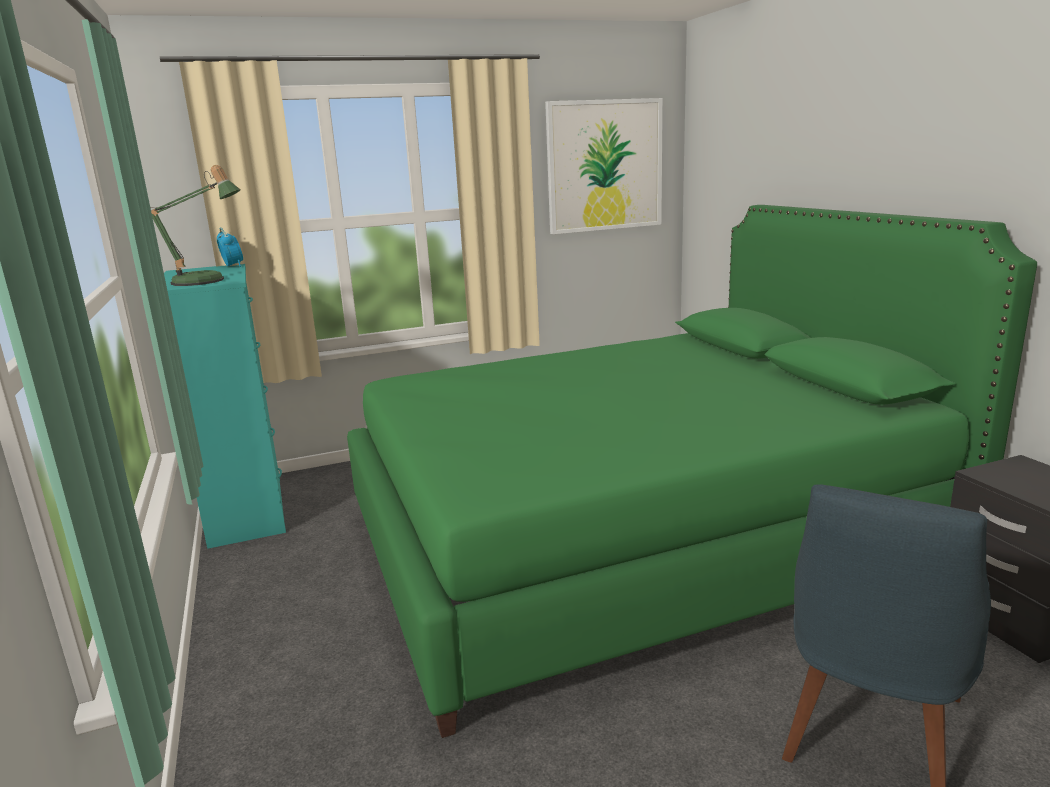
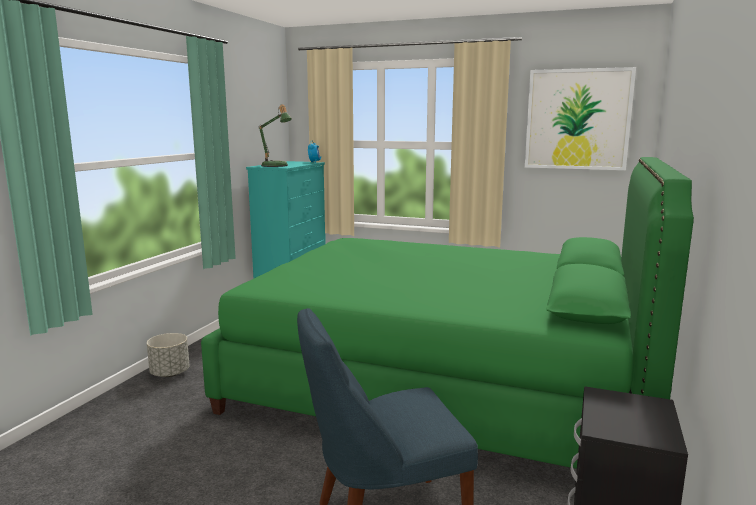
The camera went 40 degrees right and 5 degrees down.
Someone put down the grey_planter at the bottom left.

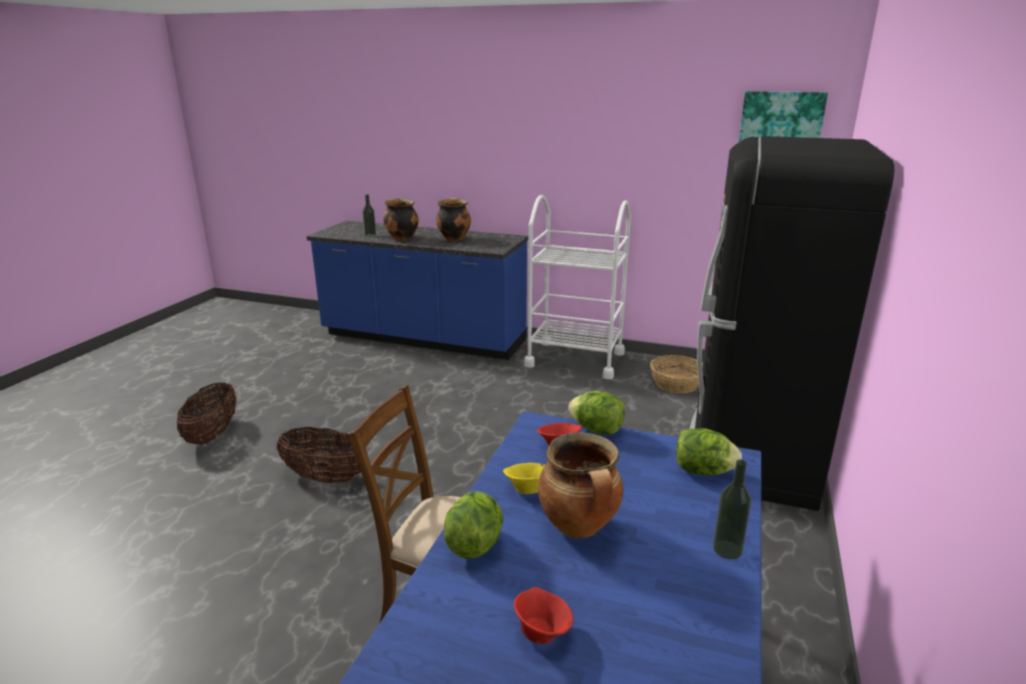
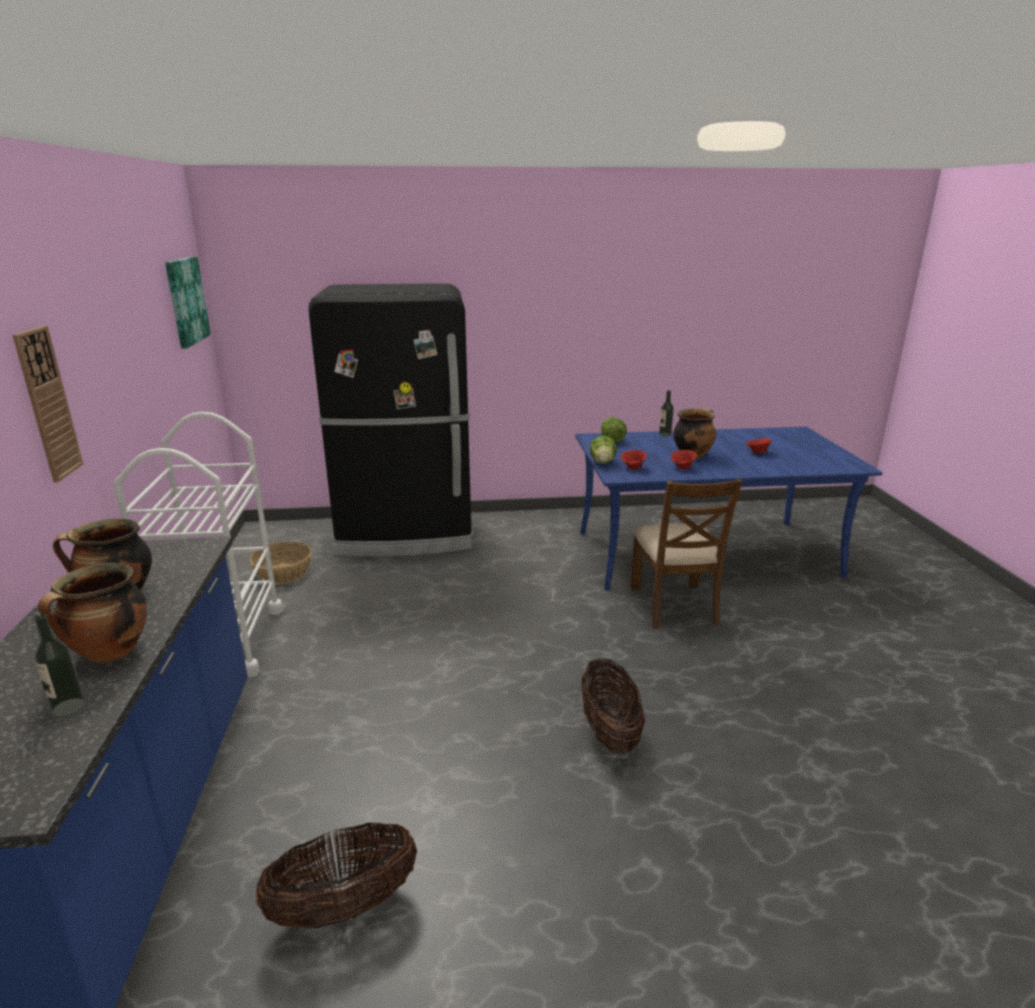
The camera went 115 degrees left and 0 degrees up.
Someone took away the lettuce (no. 1 from left) at the bottom centre.
Someone put up the wall_clock at the middle left.
Someone carried the basket (no. 1 from left in the first image) from the middle left to the bottom left.
Someone repainted the yellow_bowl at the bottom centre, which became the red_bowl (no. 2 from left) at the centre.

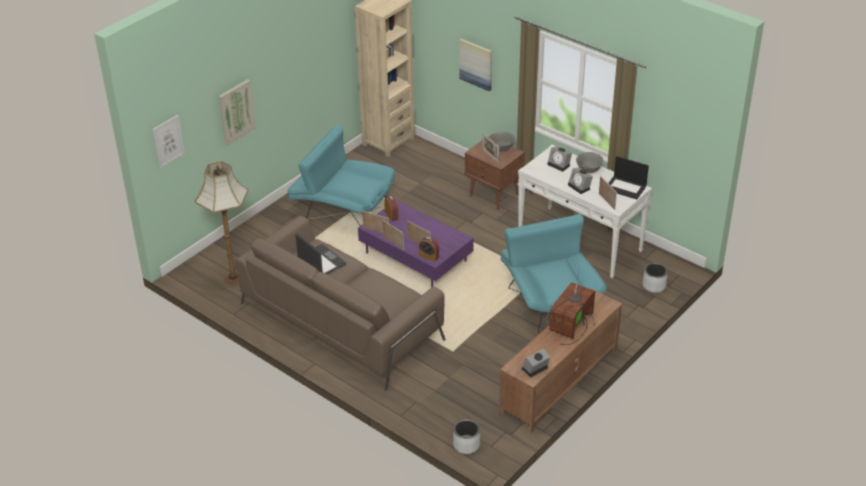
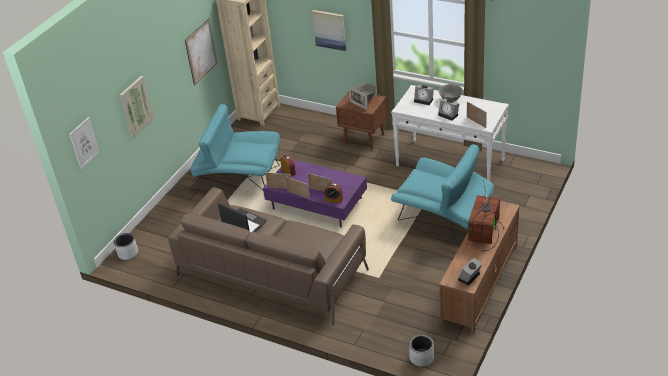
The camera went 10 degrees left and 0 degrees up.
Someone took away the floor_lamp at the middle left.
Someone took away the laptop (no. 2 from left) at the middle right.
Someone put up the picture (no. 3 from left) at the top left.
Someone carried the grey_planter (no. 2 from left in the first image) from the middle right to the middle left.
Someone rotated the turquoise_armchair (no. 2 from left) at the centre by 150 degrees clockwise.

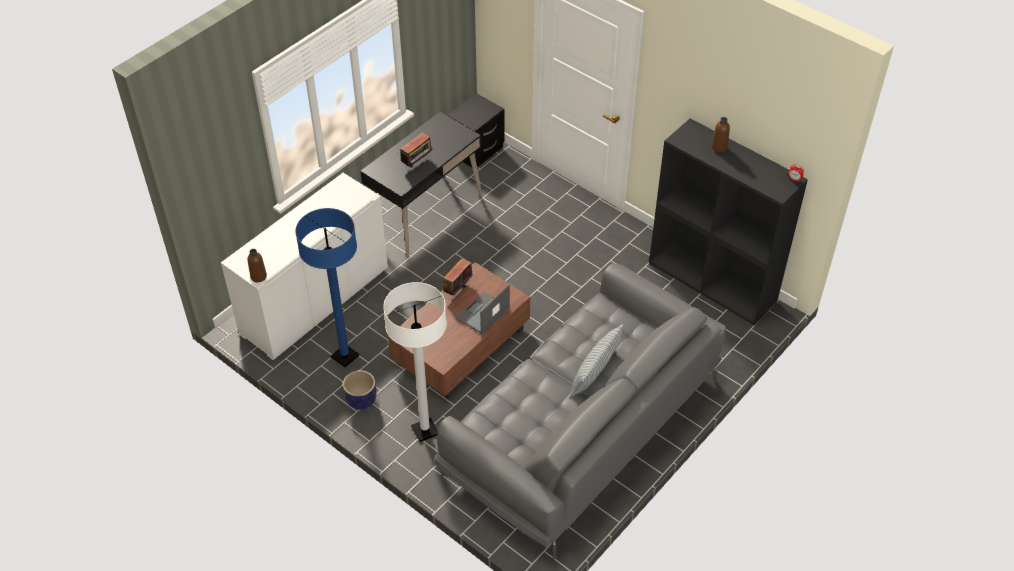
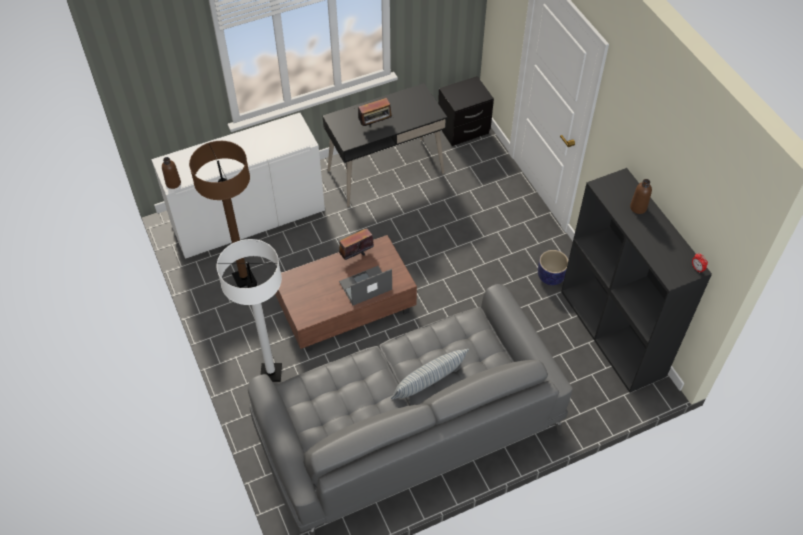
The camera went 25 degrees right and 5 degrees up.
Someone carried the planter from the bottom centre to the middle right.
Someone repainted the blue_floor_lamp at the middle left, which became the brown_floor_lamp at the middle left.

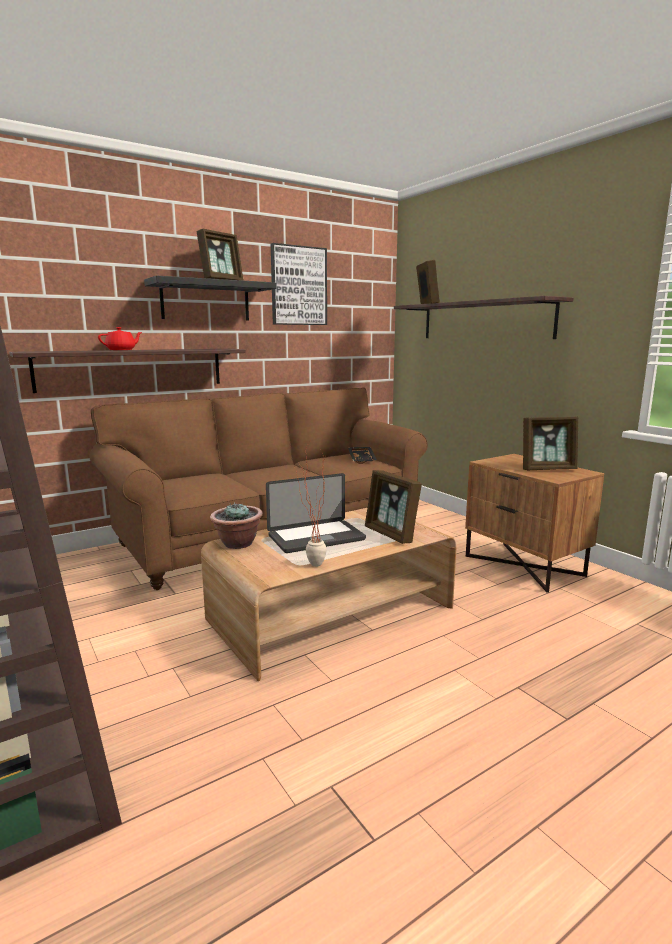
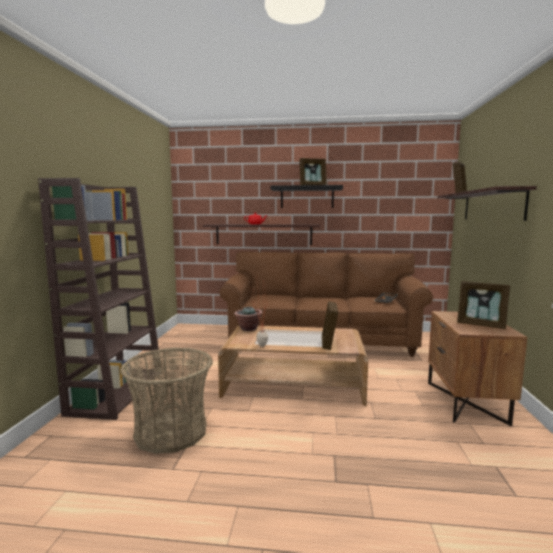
The camera went 40 degrees right and 5 degrees down.
Someone took away the laptop at the centre.
Someone took away the picture at the top centre.
Someone put down the basket at the bottom left.

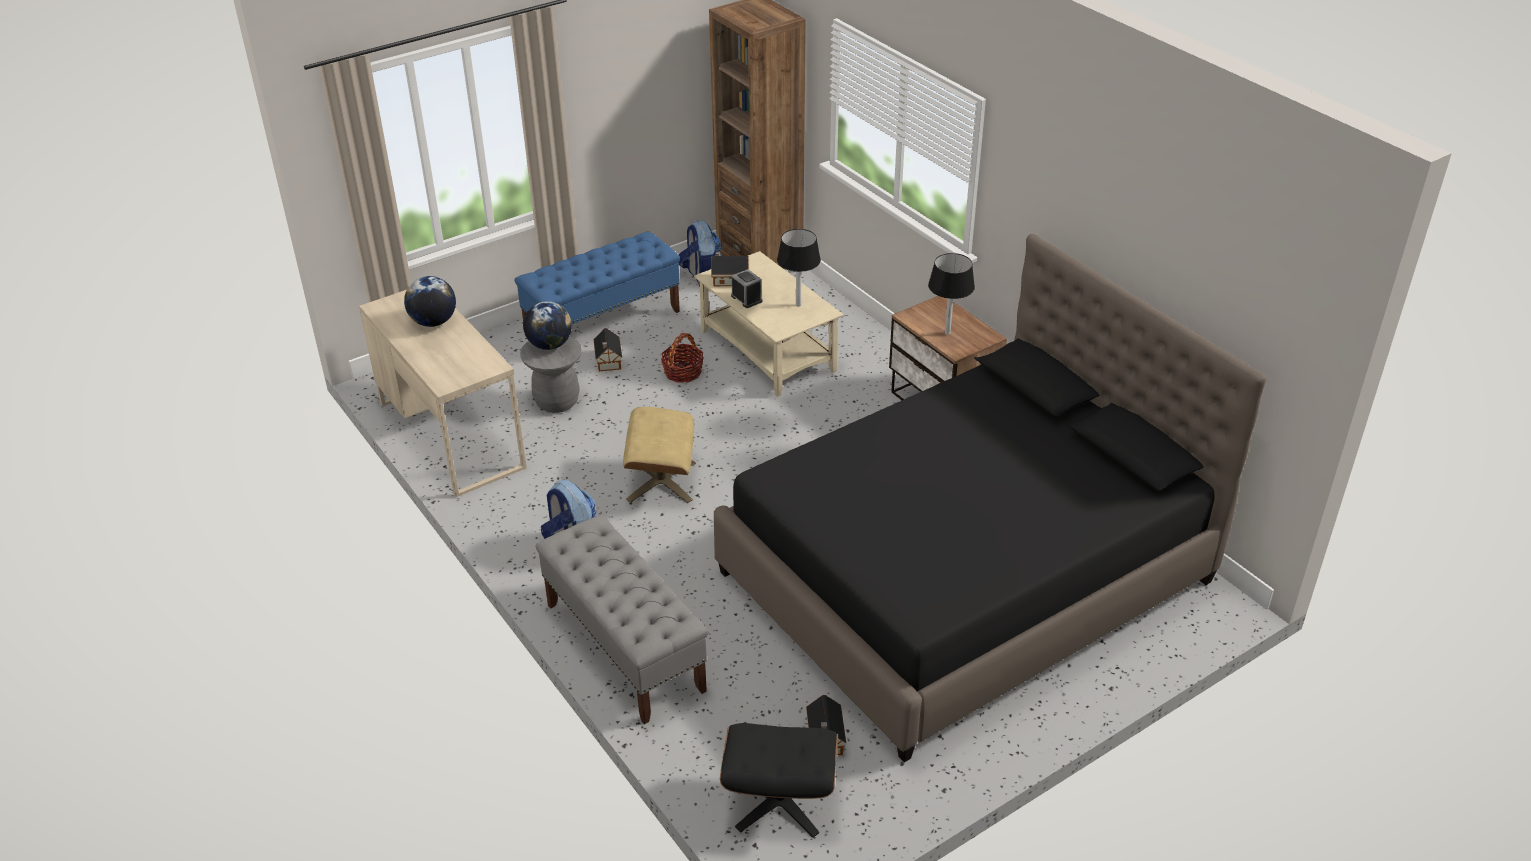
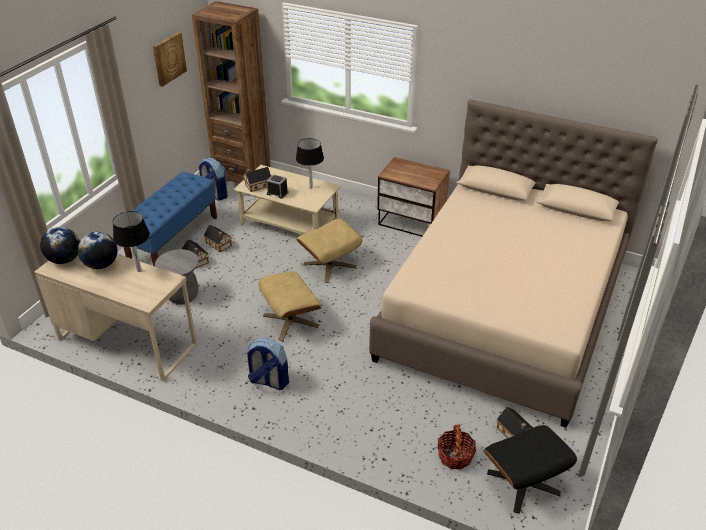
The camera went 30 degrees left and 0 degrees up.
Someone took away the grey_bench at the bottom centre.
Someone put up the picture at the top left.
Someone put down the toy_house (no. 2 from left) at the middle left.
Someone put down the beige_ottoman (no. 2 from left) at the centre.
Someone carried the globe (no. 2 from left in the first image) from the centre to the middle left.
Someone carried the basket from the centre to the bottom centre.
Someone carried the black_table_lamp (no. 2 from left in the first image) from the centre to the middle left.
Someone repainted the black_bed at the centre, which became the beige_bed at the middle right.

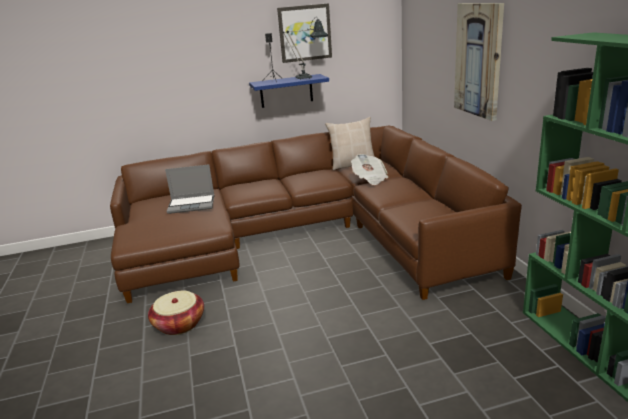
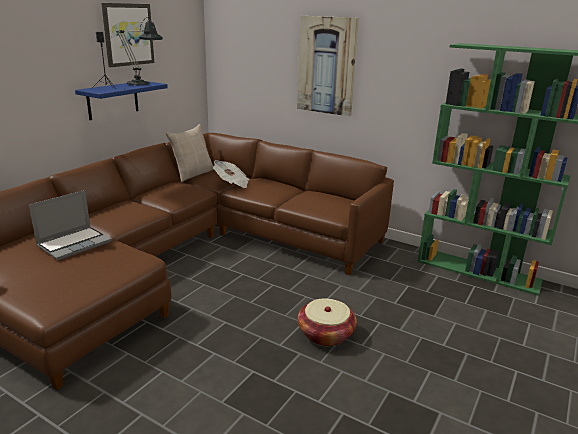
The camera went 45 degrees left and 0 degrees up.
Someone carried the basket from the bottom left to the bottom centre.

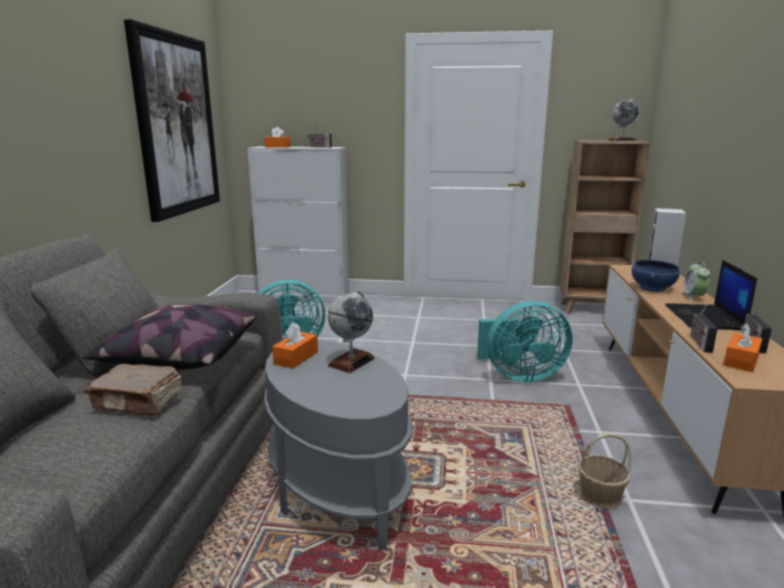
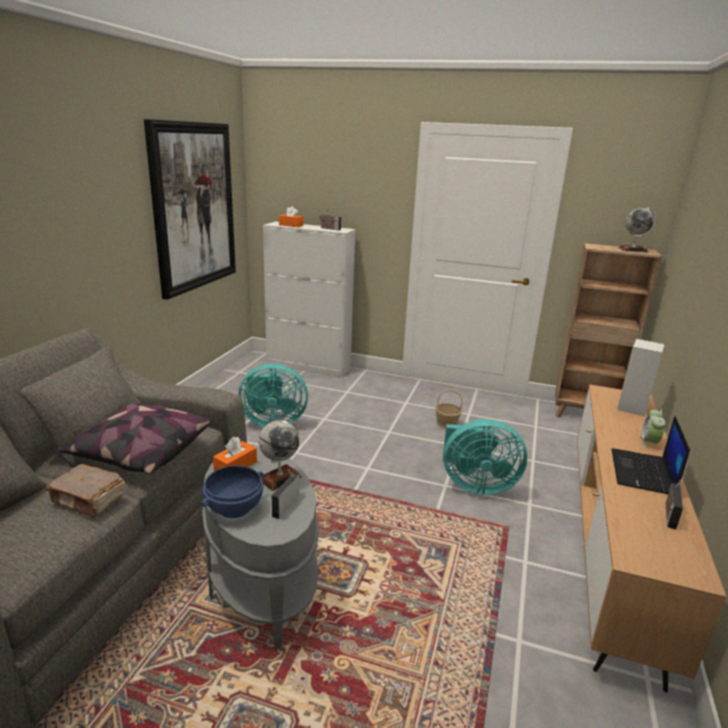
The camera went 10 degrees right and 5 degrees up.
Someone took away the orange_tissue_box (no. 3 from left) at the middle right.
Someone carried the basket from the bottom right to the centre.
Someone carried the blue_bowl from the middle right to the bottom left.
Someone carried the radio (no. 2 from left in the first image) from the middle right to the bottom centre.

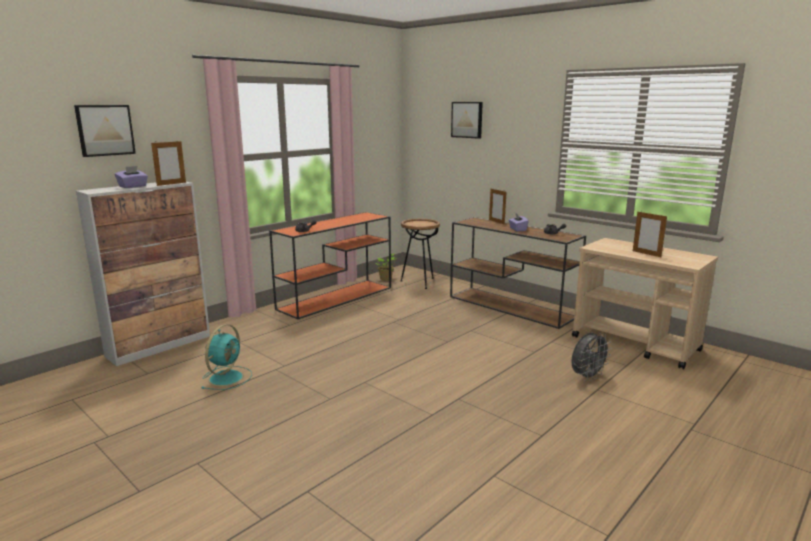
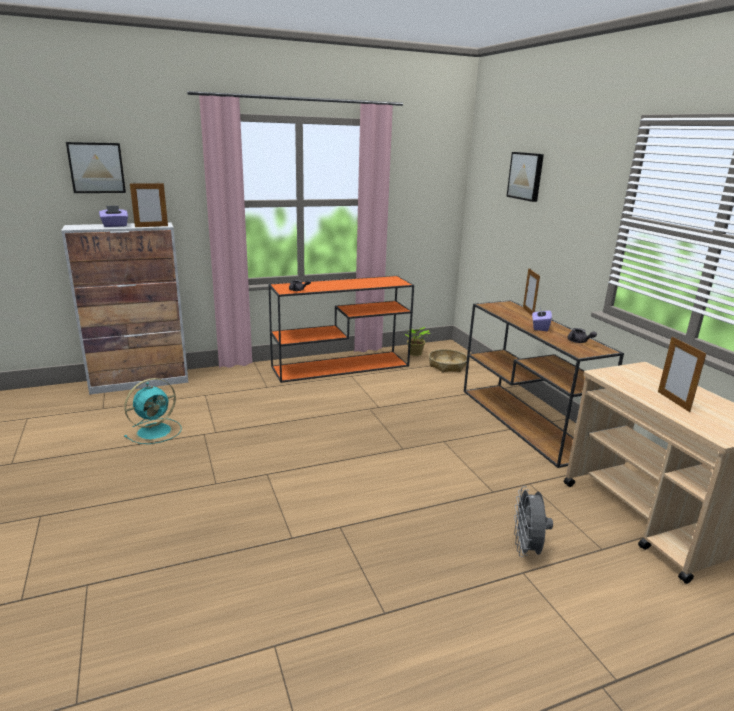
The camera went 25 degrees right and 5 degrees up.
Someone swapped the brown_side_table at the centre for the basket at the centre.
Someone rotated the grey_fan at the middle right by 105 degrees clockwise.

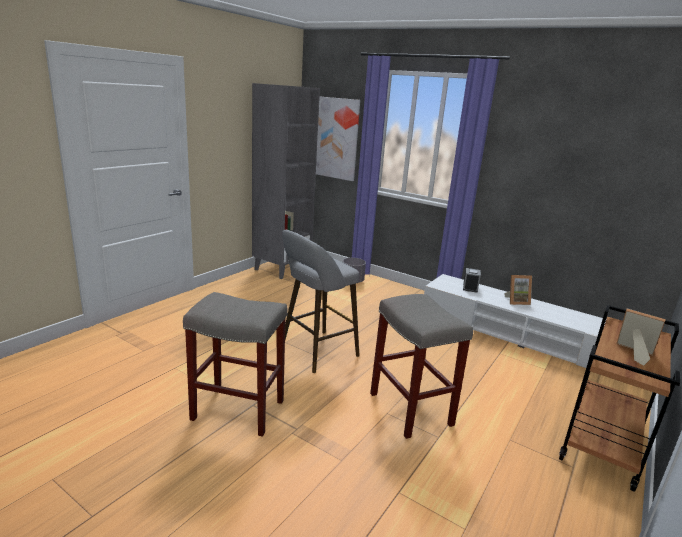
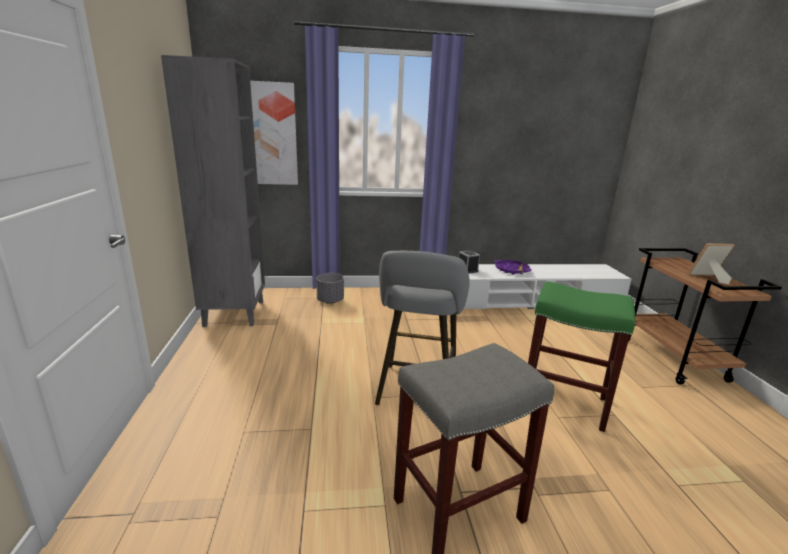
The camera went 40 degrees left and 0 degrees up.
Someone swapped the picture_frame (no. 1 from left) at the middle right for the purple_tray at the centre.
Someone repainted the grey_stool (no. 3 from left) at the bottom centre, which became the green_stool at the middle right.

